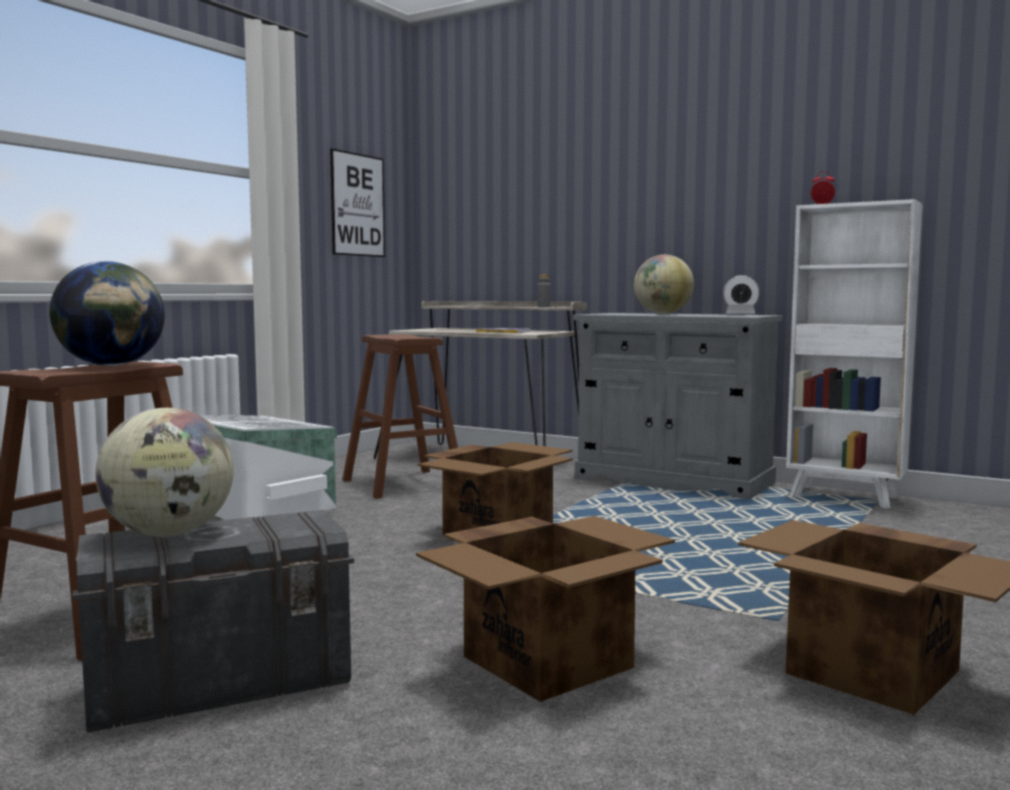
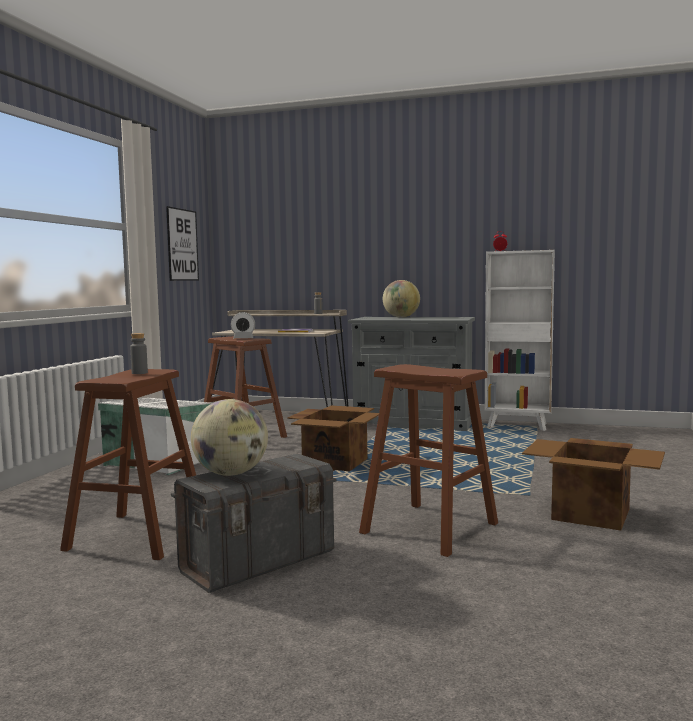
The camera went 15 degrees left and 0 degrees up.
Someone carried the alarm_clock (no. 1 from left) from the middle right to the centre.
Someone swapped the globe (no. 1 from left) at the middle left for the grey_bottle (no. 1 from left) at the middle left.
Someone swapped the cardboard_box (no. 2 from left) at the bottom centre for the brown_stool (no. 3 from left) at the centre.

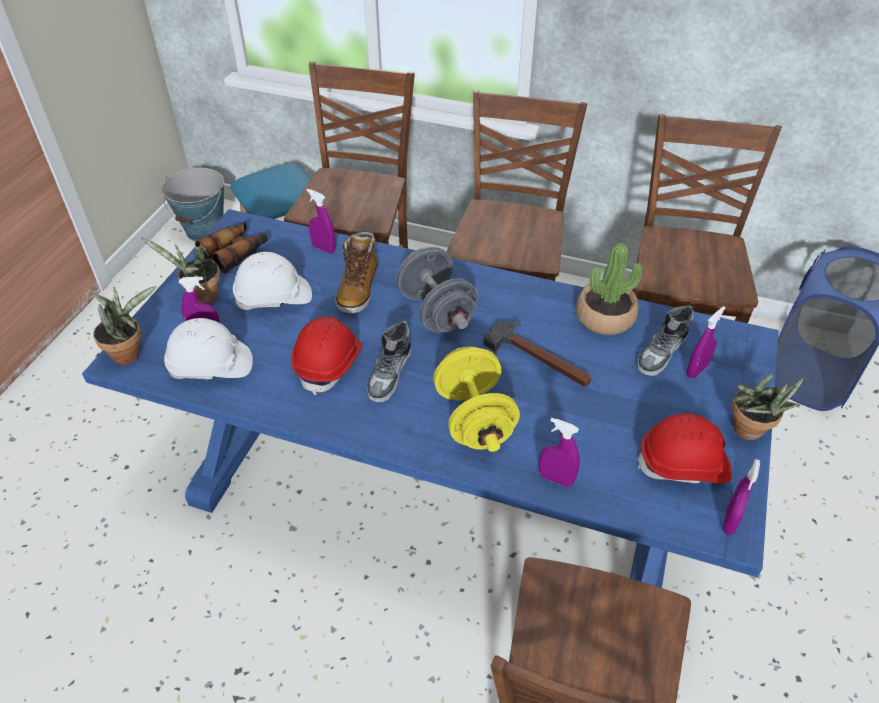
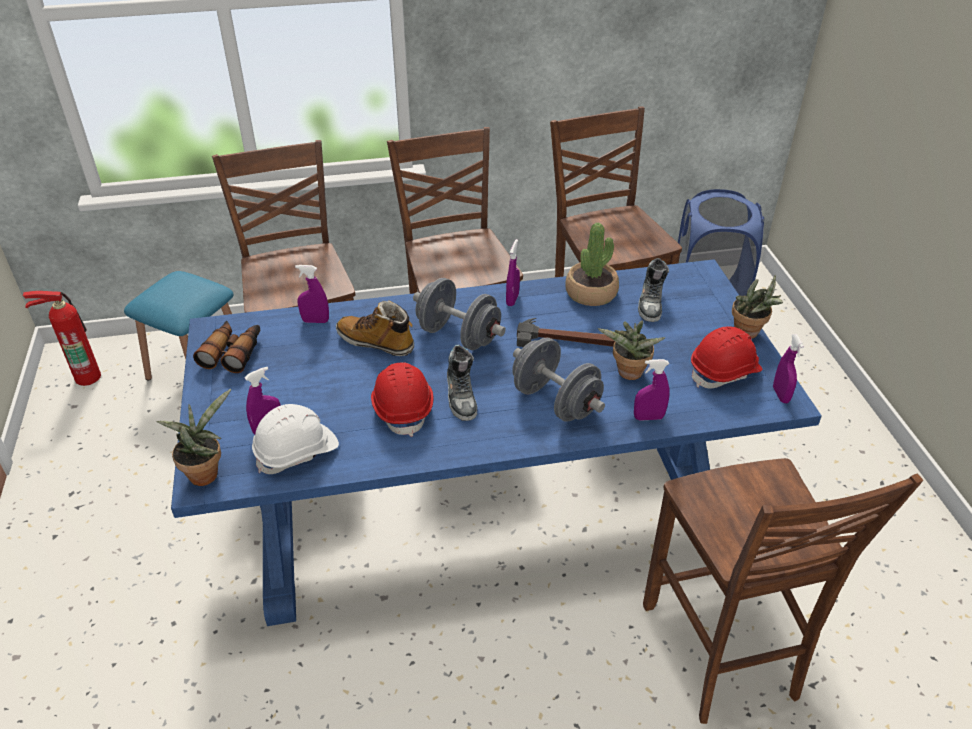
The camera went 30 degrees left and 5 degrees down.
Someone took away the white_hard_hat (no. 2 from left) at the middle left.
Someone carried the potted_plant (no. 2 from left in the first image) from the middle left to the centre.
Someone carried the purple_spray_bottle (no. 4 from left in the first image) from the middle right to the centre.
Someone swapped the bucket at the top left for the fire_extinguisher at the middle left.
Someone repainted the yellow_dumbbell at the centre, which became the grey_dumbbell (no. 2 from left) at the centre.
Someone rotated the boot at the centre by 135 degrees clockwise.

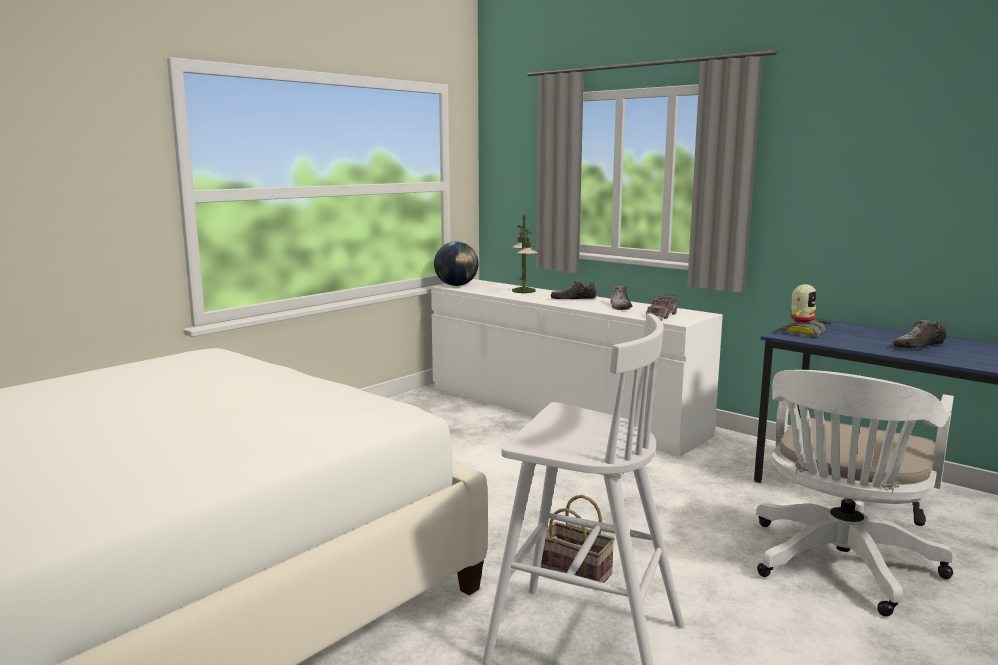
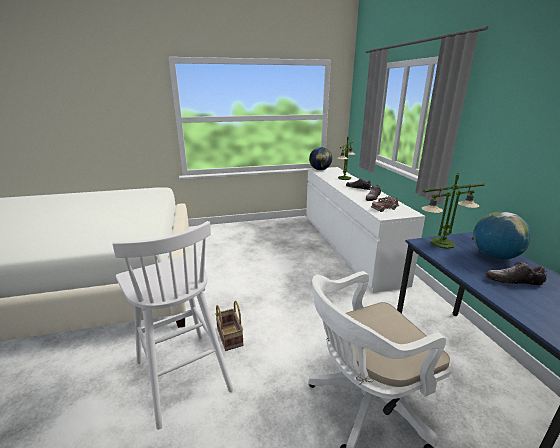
The camera went 35 degrees right and 10 degrees up.
Someone put down the globe (no. 2 from left) at the middle right.
Someone swapped the toy_robot at the middle right for the table_lamp (no. 2 from left) at the middle right.

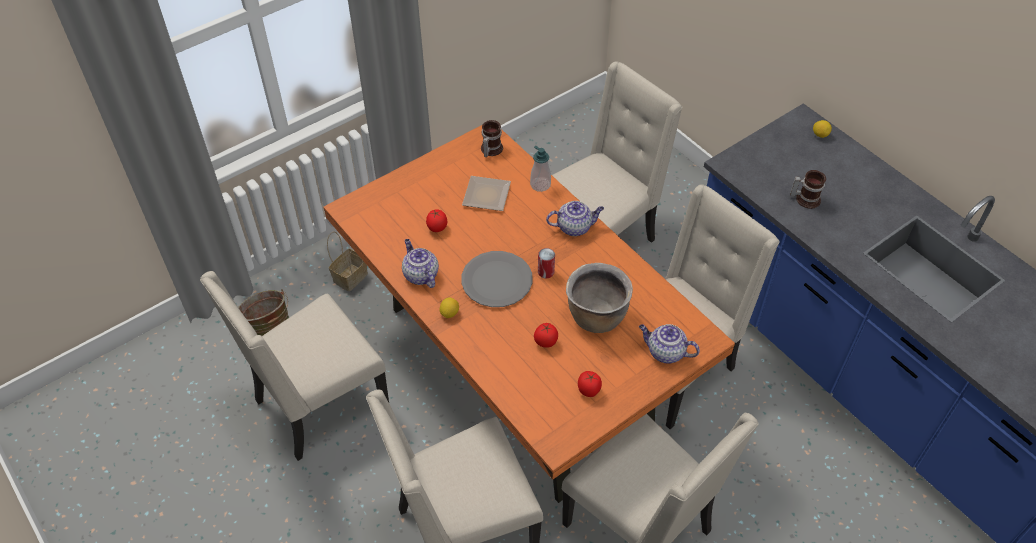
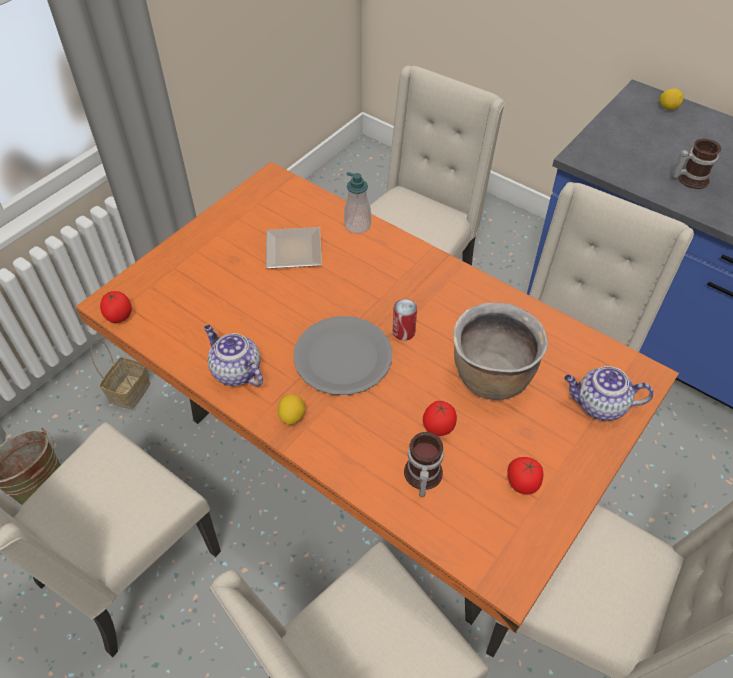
The camera went 15 degrees left and 0 degrees up.
Someone took away the teapot (no. 2 from left) at the centre.
Someone carried the tomato (no. 1 from left) from the centre to the middle left.
Someone carried the mug (no. 1 from left) from the top centre to the bottom centre.

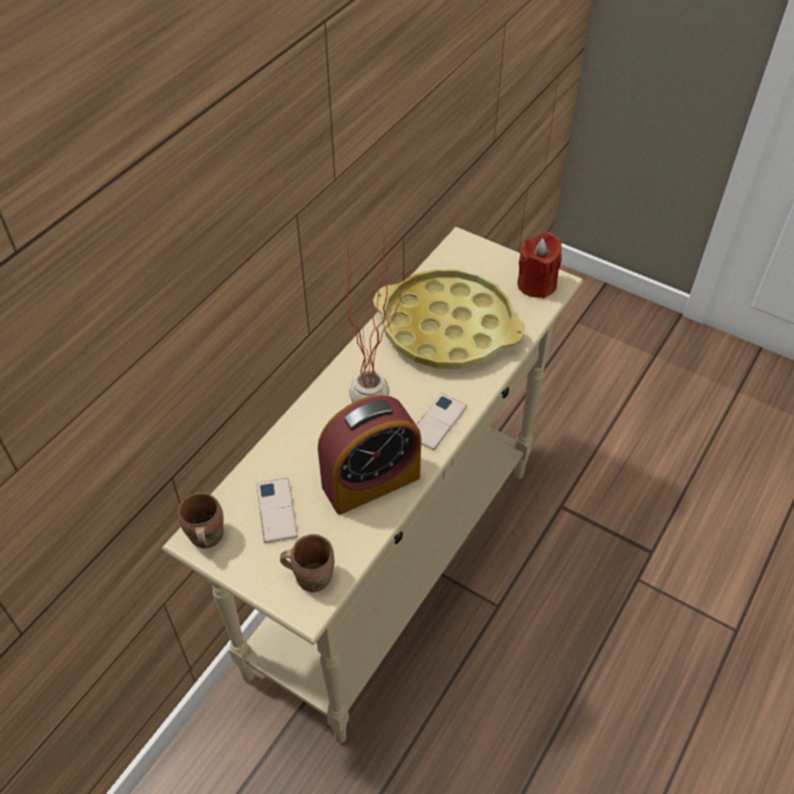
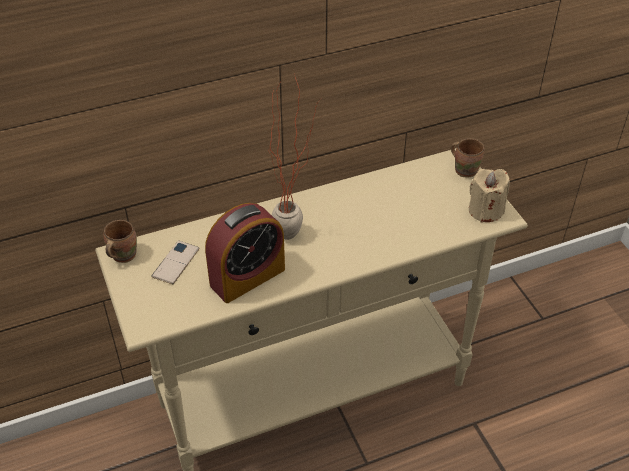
The camera went 35 degrees right and 5 degrees down.
Someone took away the yellow_tray at the centre.
Someone took away the phone (no. 2 from left) at the centre.
Someone carried the brown_mug (no. 2 from left) from the bottom centre to the middle right.
Someone repainted the red_candle at the middle right, which became the beige_candle at the middle right.
Someone rotated the alarm_clock at the centre by 45 degrees counterclockwise.

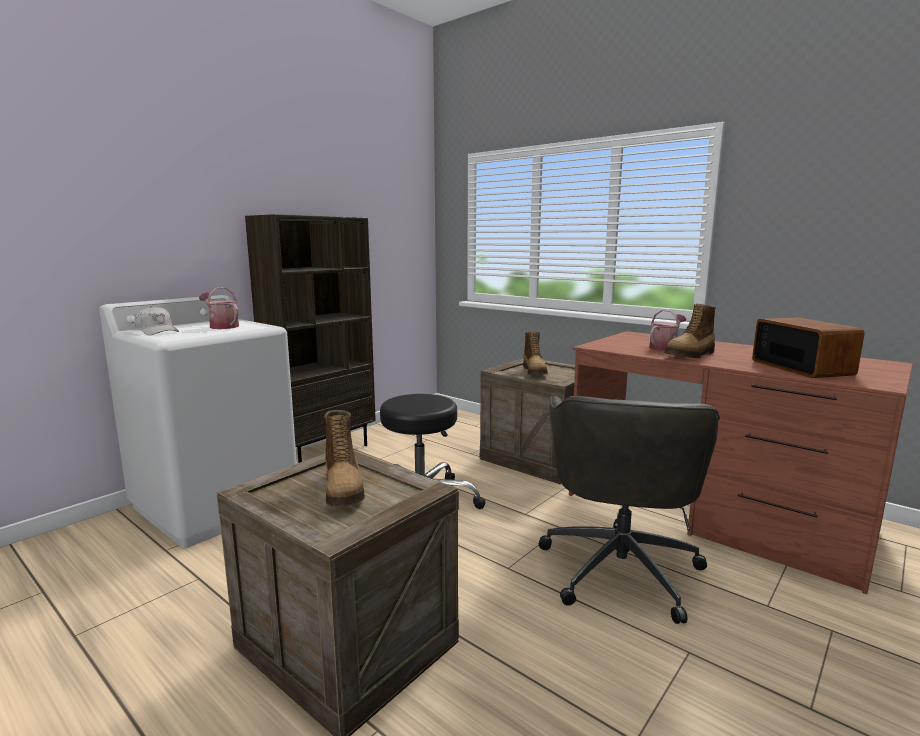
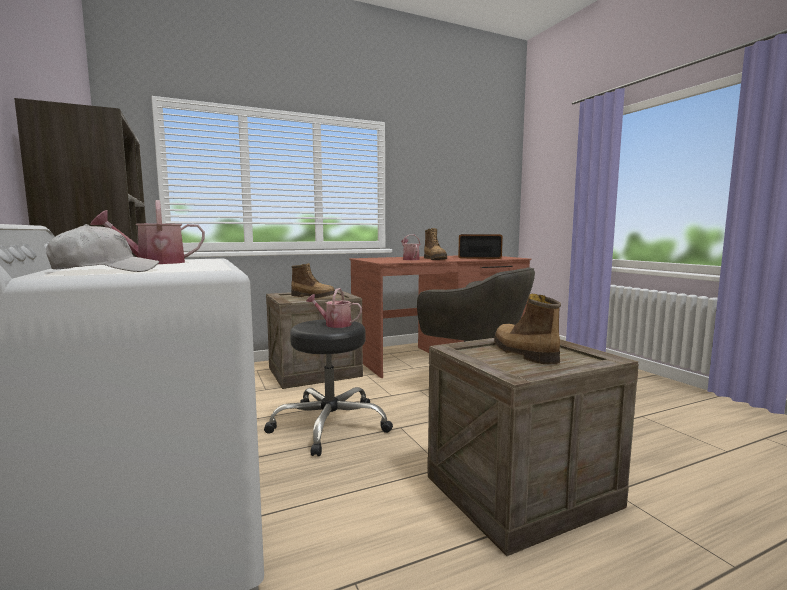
The camera went 65 degrees left and 5 degrees down.
Someone put down the watering_can (no. 2 from left) at the centre.
Someone rotated the boot (no. 1 from left in the first image) at the centre by 120 degrees counterclockwise.

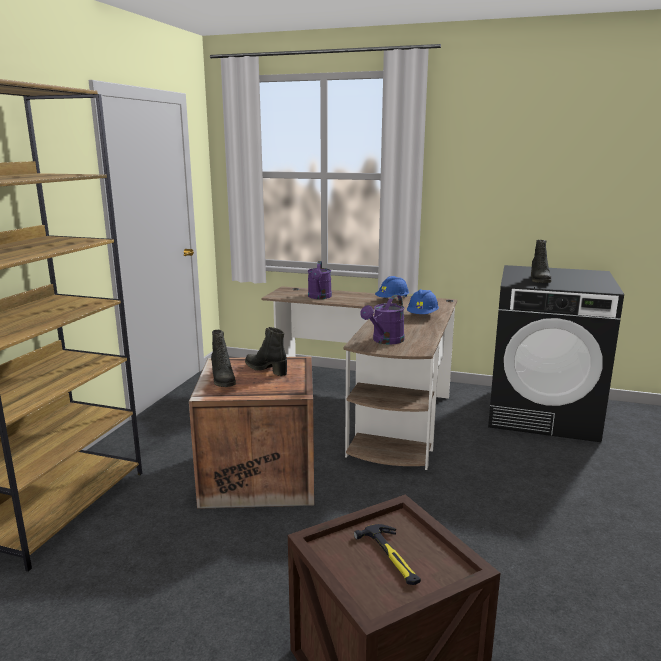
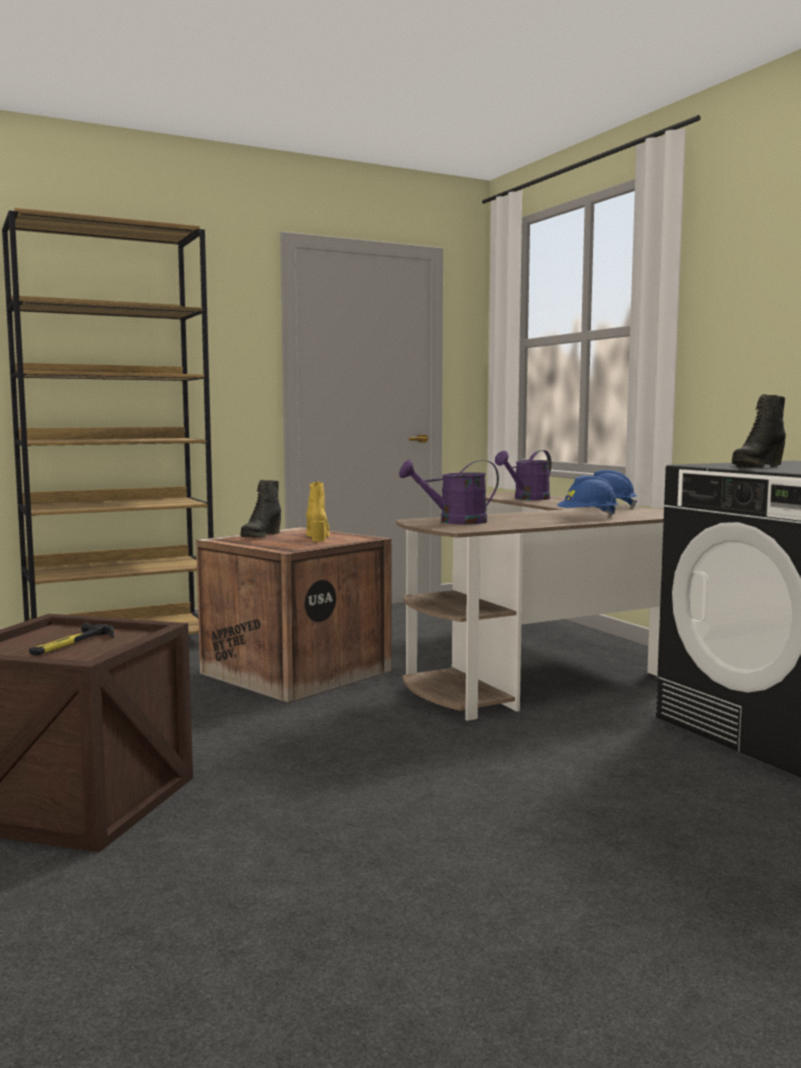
The camera went 45 degrees right and 10 degrees down.
Someone repainted the black_boot (no. 2 from left) at the centre, which became the yellow_boot at the centre.

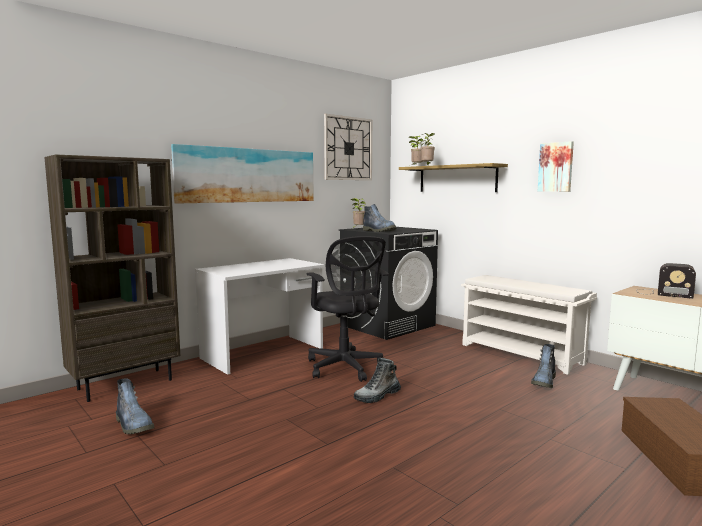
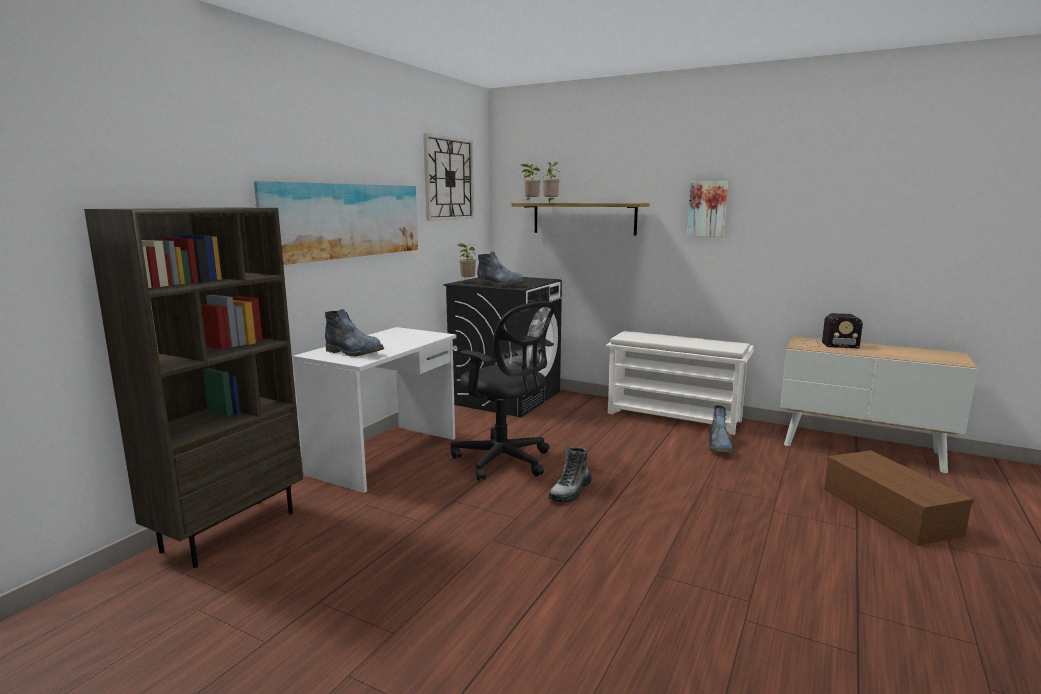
The camera went 20 degrees left and 5 degrees up.
Someone carried the boot (no. 1 from left) from the bottom left to the centre.

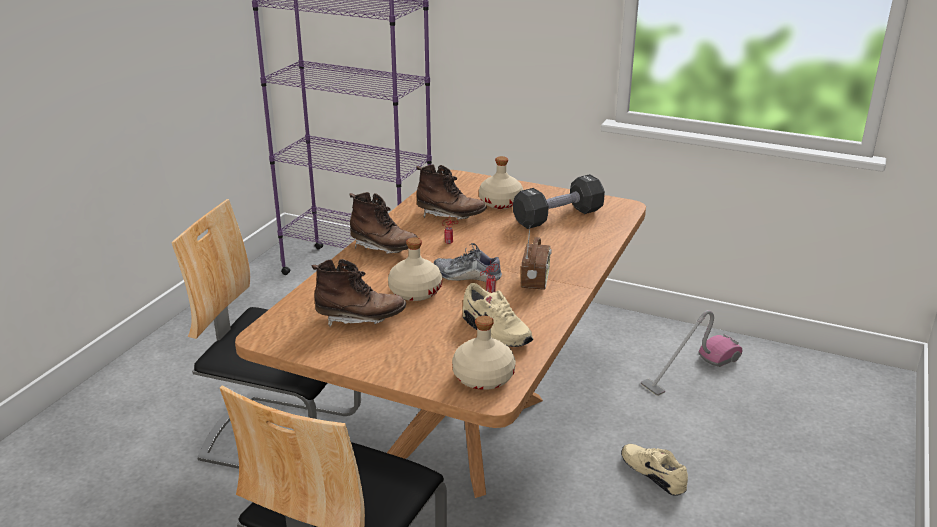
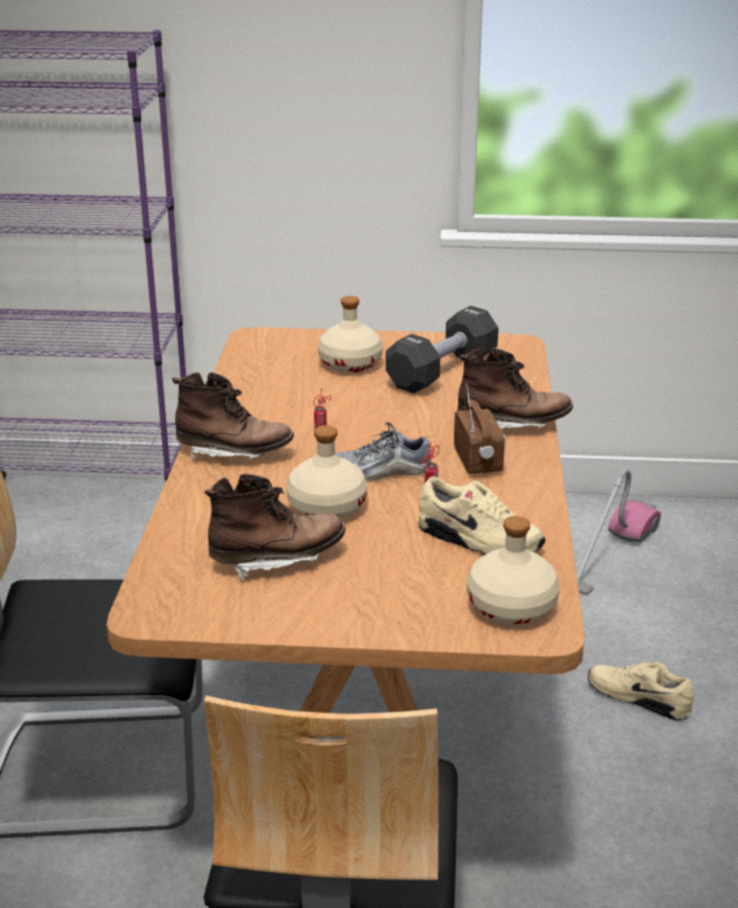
The camera went 20 degrees left and 0 degrees up.
Someone carried the brown_boot (no. 3 from left) from the centre to the middle right.

